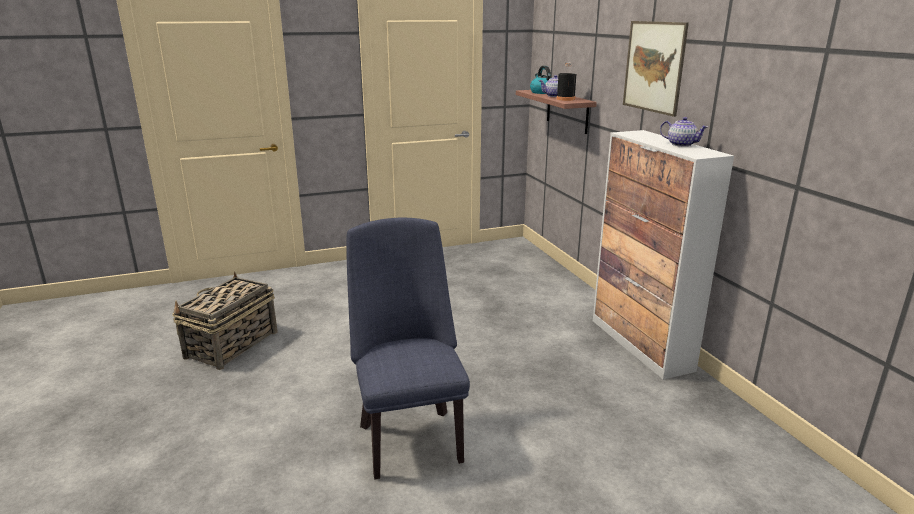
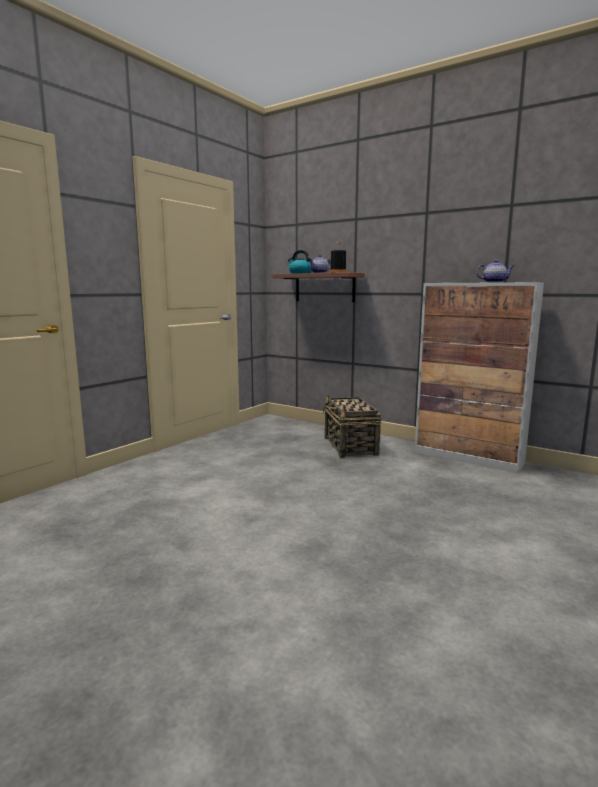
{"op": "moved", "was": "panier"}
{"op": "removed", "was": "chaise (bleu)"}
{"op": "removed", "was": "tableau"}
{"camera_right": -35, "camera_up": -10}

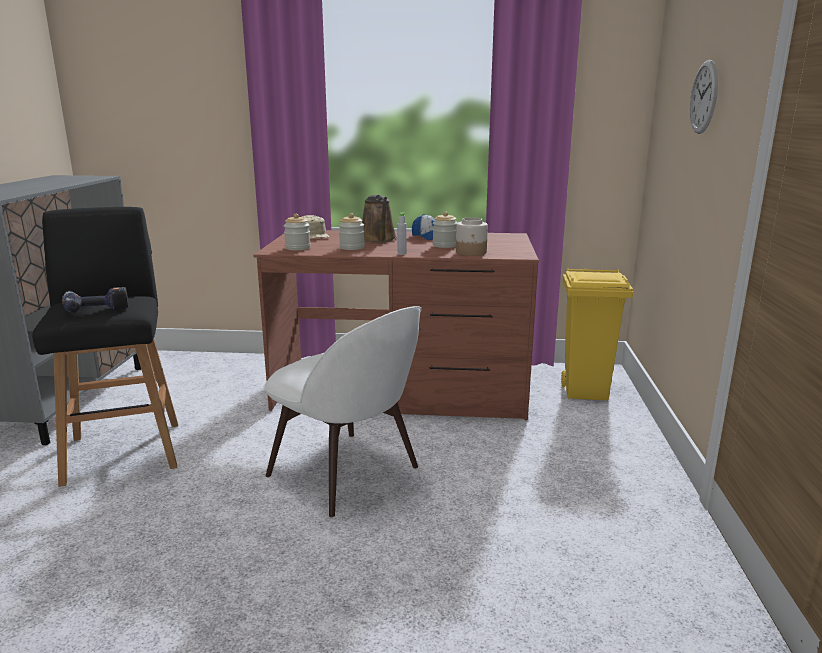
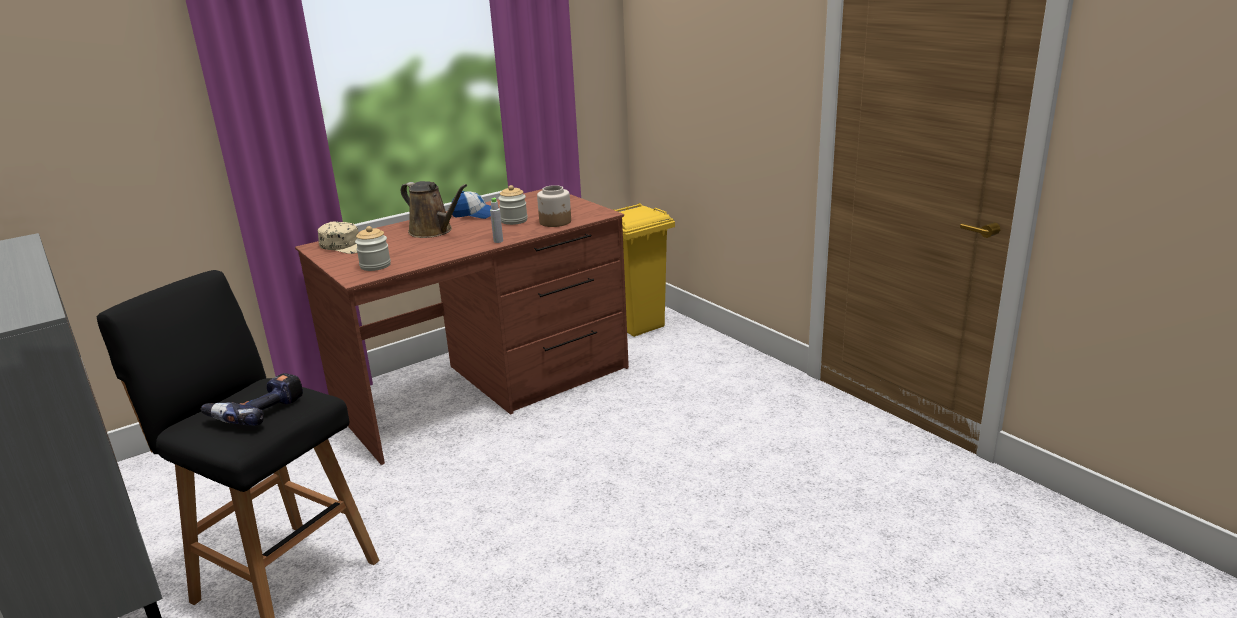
{"op": "removed", "was": "chaise (blanc)"}
{"op": "removed", "was": "bocal (2nd from left)"}
{"op": "removed", "was": "horloge murale"}
{"camera_right": -40, "camera_up": 5}

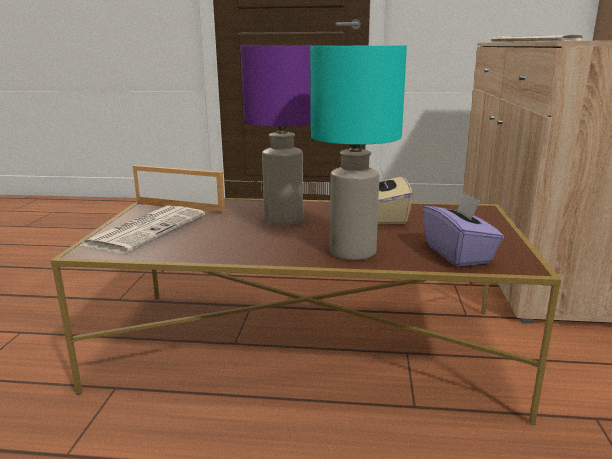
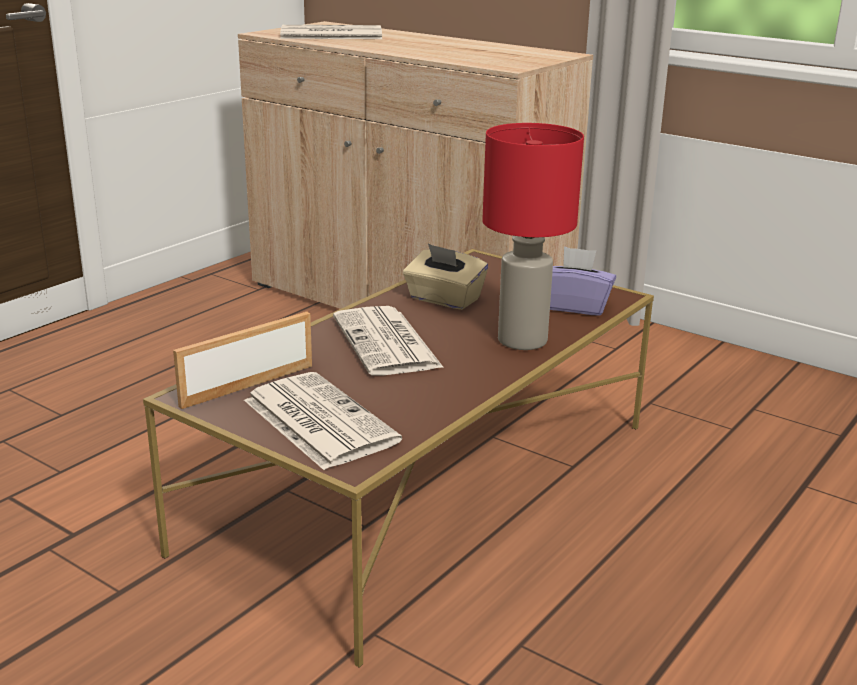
{"op": "replaced", "was": "lampe de table (violet)", "now": "journal (3rd from left)"}
{"op": "recoloured", "was": "lampe de table (turquoise)", "now": "lampe de table (rouge)"}
{"camera_right": -60, "camera_up": 5}

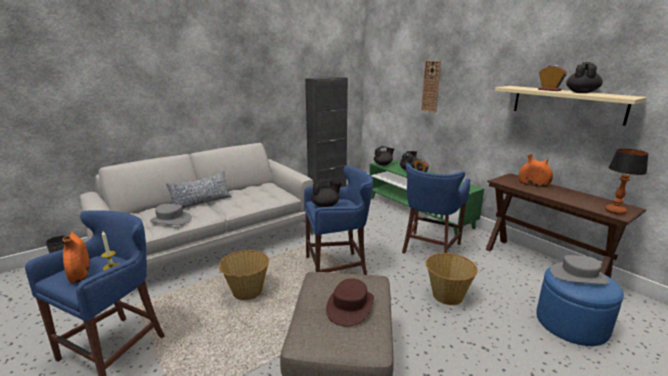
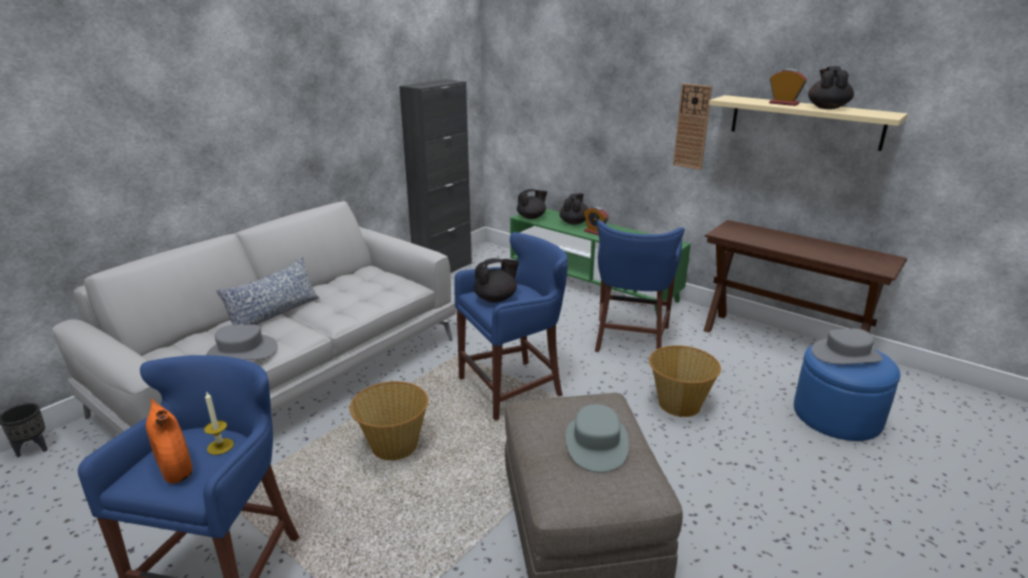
{"op": "recoloured", "was": "chapeau (marron)", "now": "chapeau (gris) (2nd from left)"}
{"op": "moved", "was": "horloge murale"}
{"op": "removed", "was": "vase (orange) (2nd from left)"}
{"op": "removed", "was": "lampe de table"}
{"camera_right": -15, "camera_up": 5}

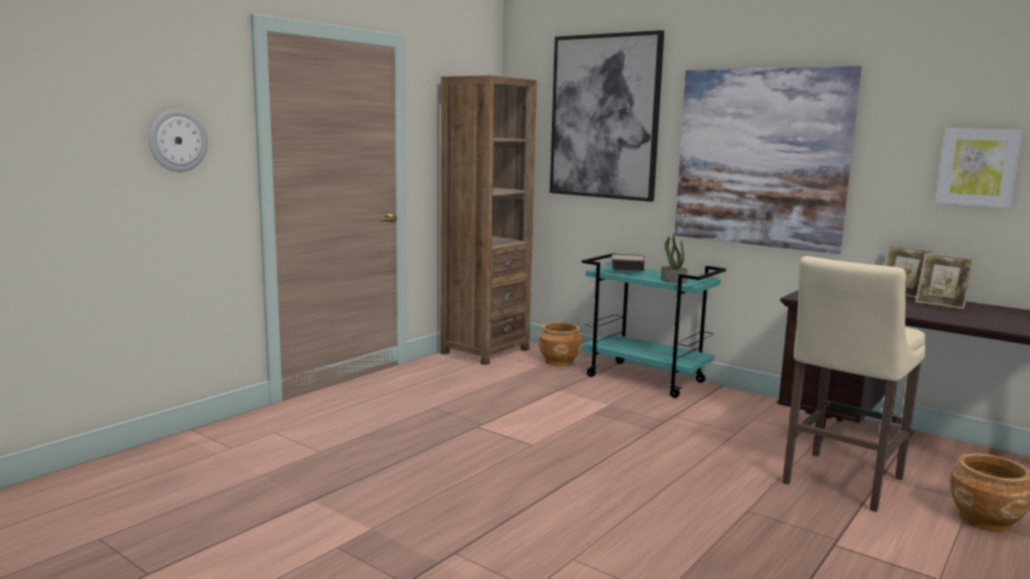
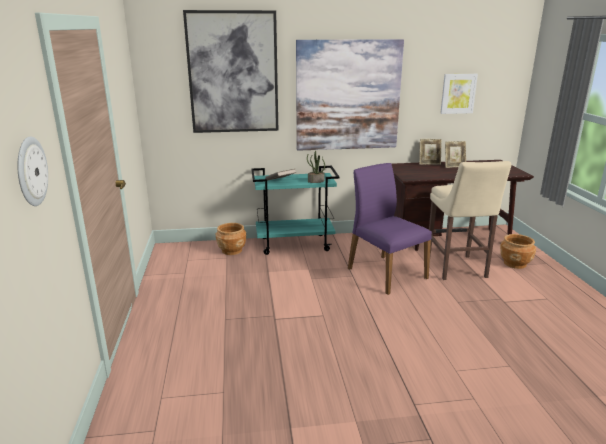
{"op": "added", "now": "chaise (violet)"}
{"op": "removed", "was": "bibliothèque (marron)"}
{"camera_right": -45, "camera_up": 10}

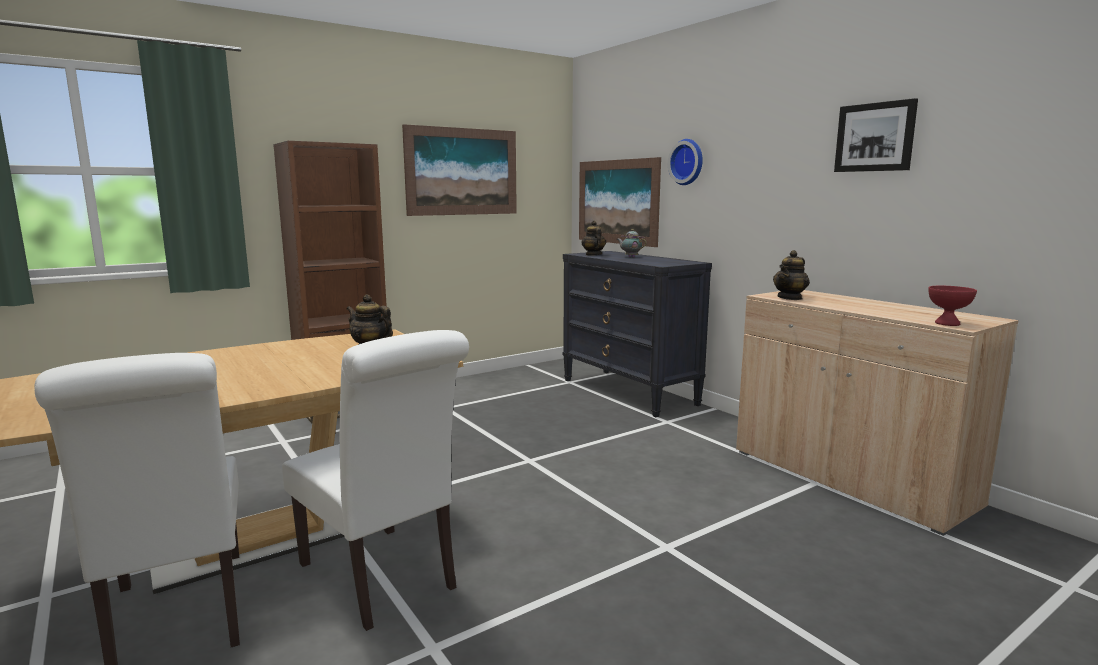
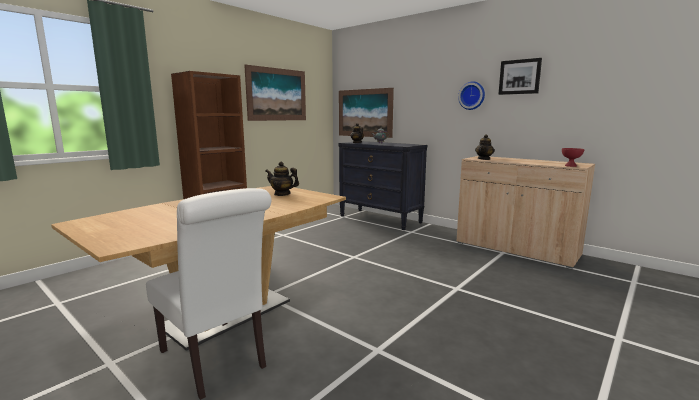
{"op": "moved", "was": "horloge murale"}
{"op": "removed", "was": "chaise (blanc) (2nd from left)"}
{"camera_right": -15, "camera_up": 0}

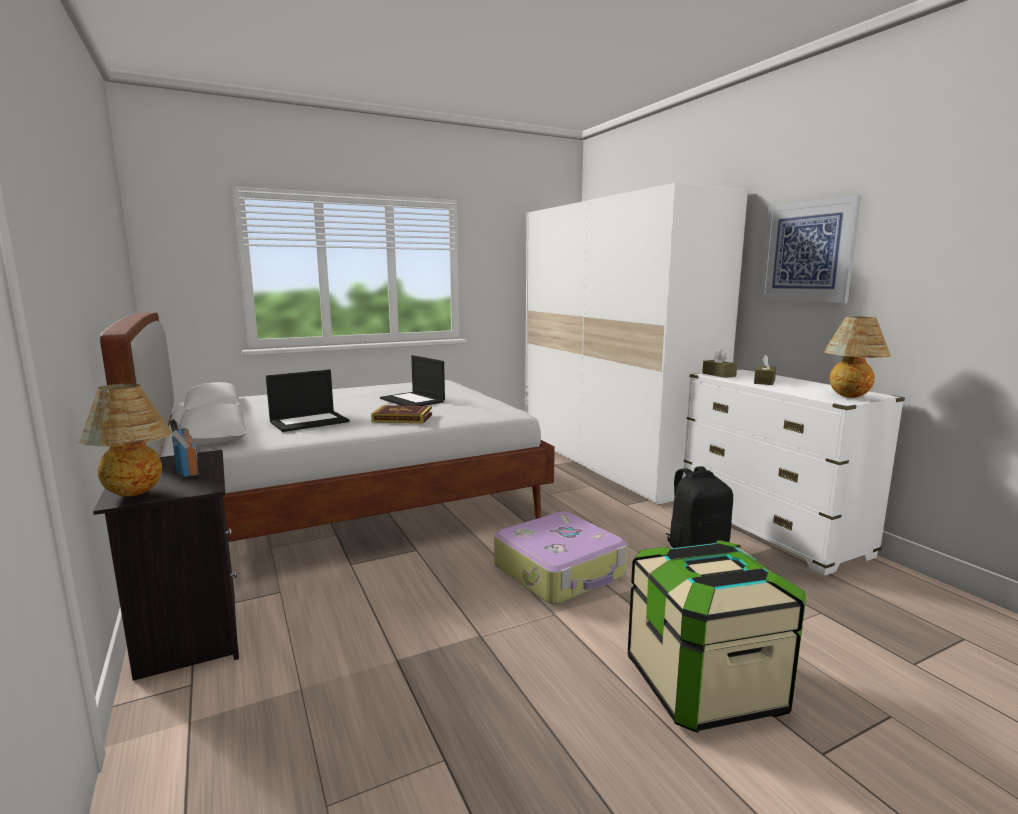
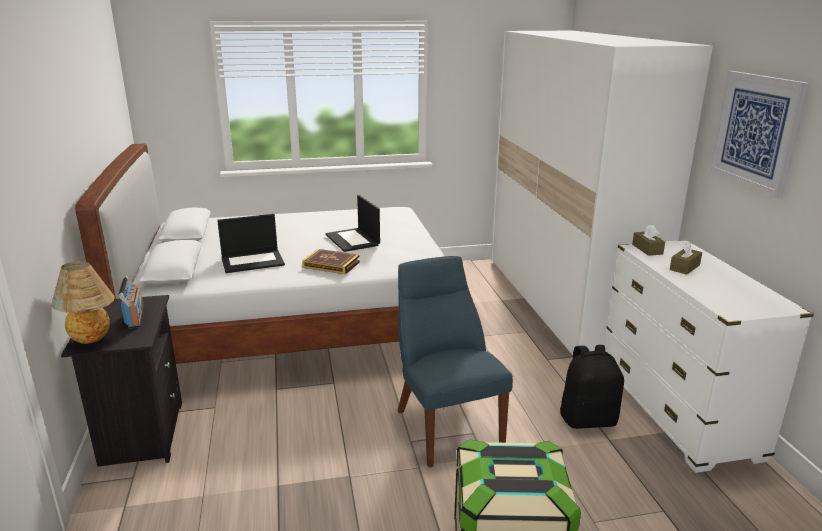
{"op": "replaced", "was": "valise", "now": "chaise (bleu)"}
{"op": "removed", "was": "lampe de table (2nd from left)"}
{"camera_right": 15, "camera_up": 10}

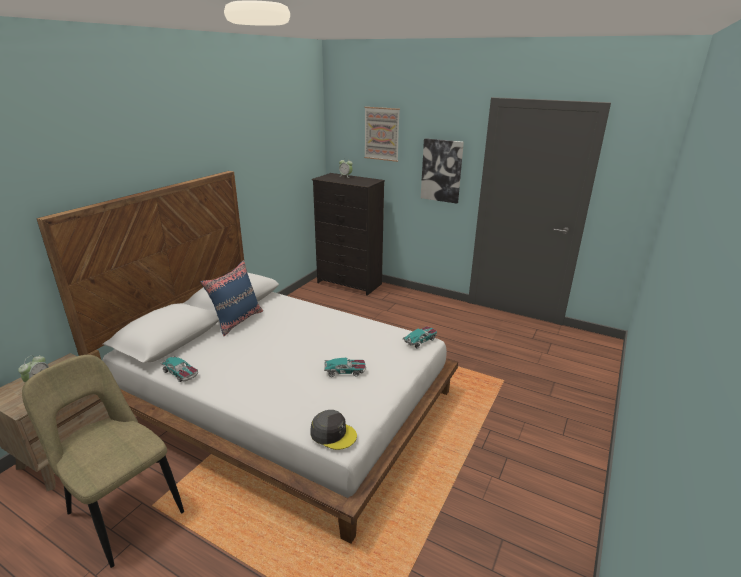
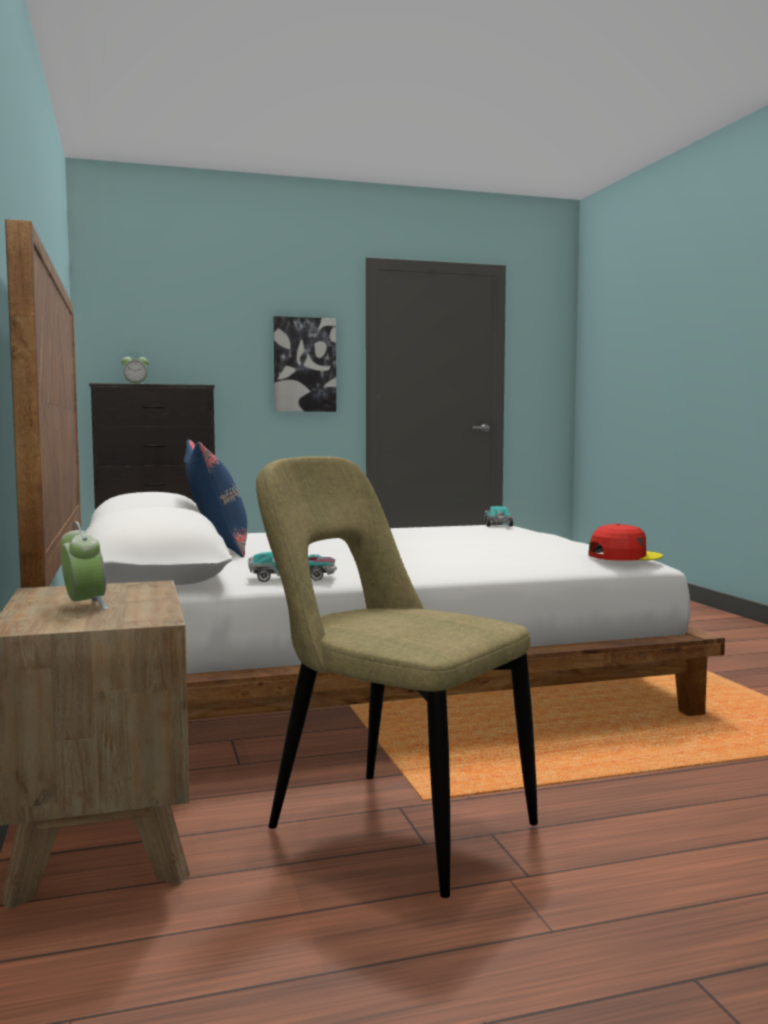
{"op": "turned", "was": "chaise (beige)", "clockwise": 45}
{"op": "recoloured", "was": "casquette (gris)", "now": "casquette (rouge)"}
{"op": "removed", "was": "petite voiture (2nd from left)"}
{"op": "removed", "was": "tableau (1st from left)"}
{"camera_right": -45, "camera_up": -20}

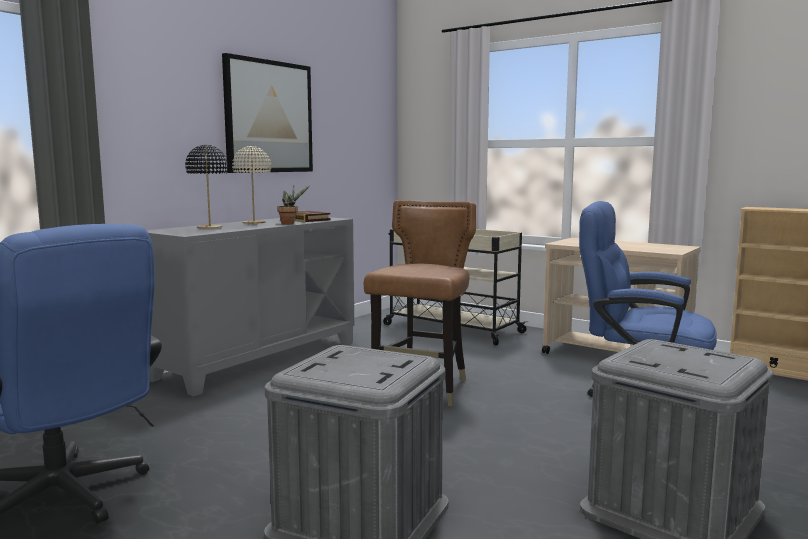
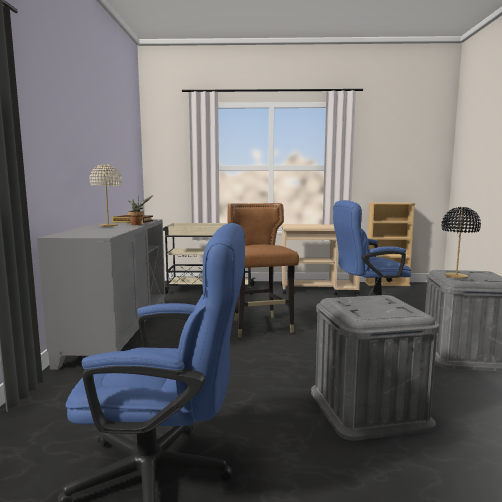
{"op": "moved", "was": "lampe de table (noir)"}
{"op": "removed", "was": "tableau"}
{"camera_right": -35, "camera_up": 0}

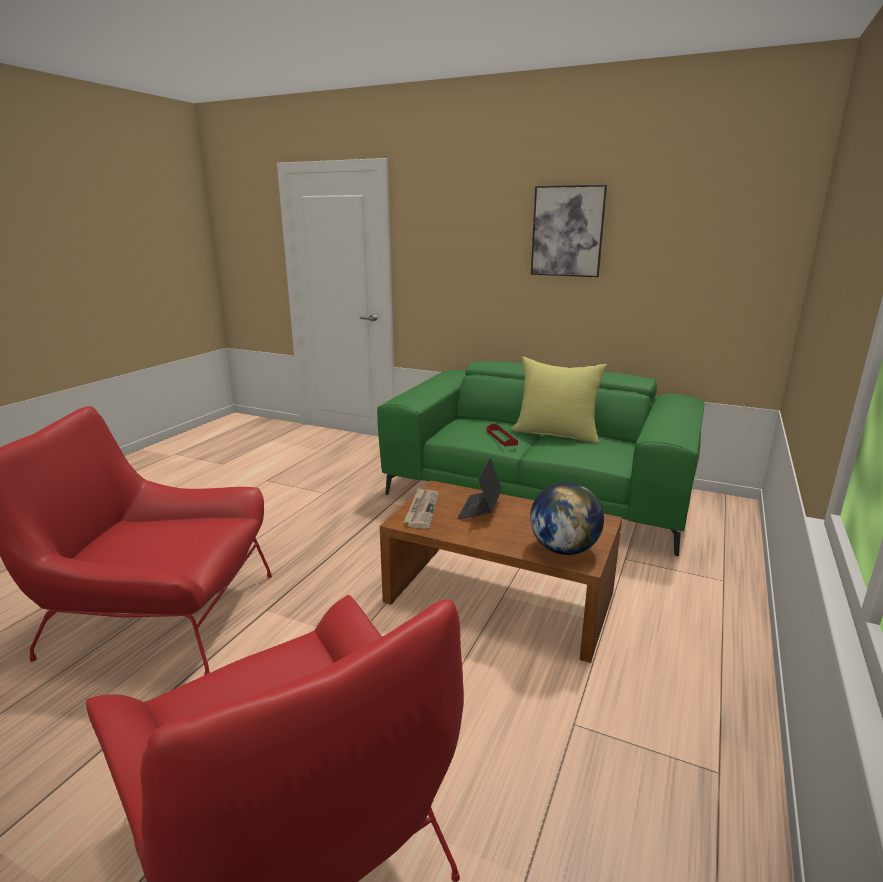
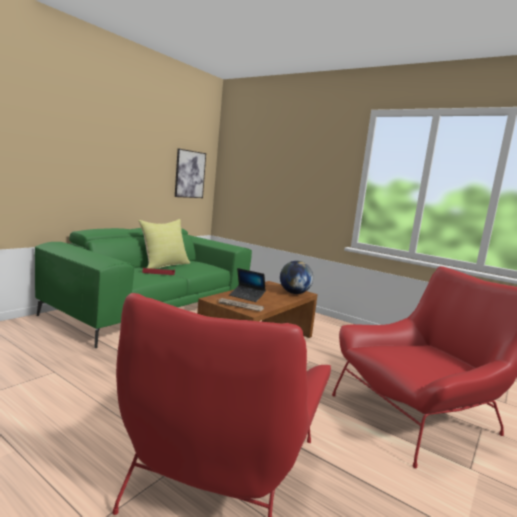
{"op": "moved", "was": "tableau"}
{"camera_right": -80, "camera_up": -10}

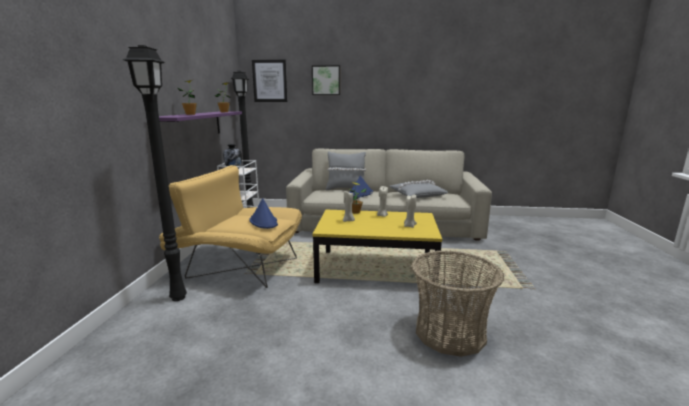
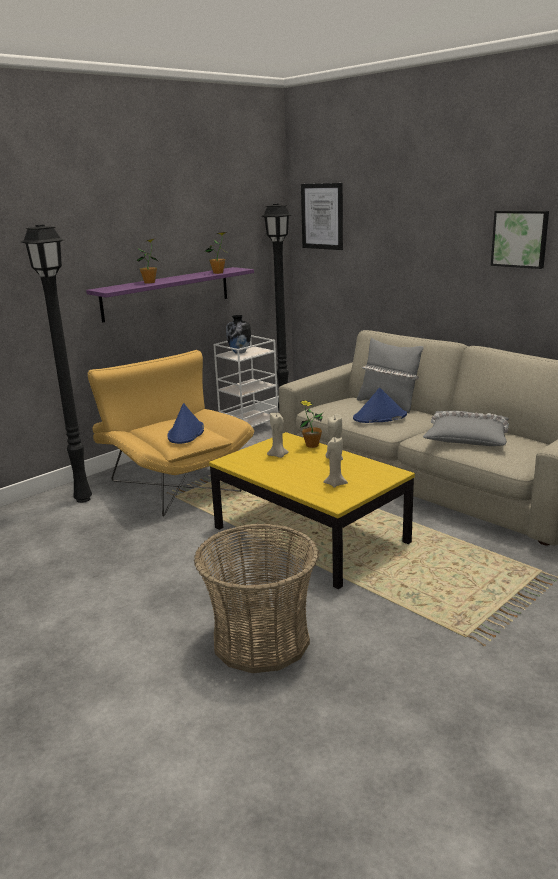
{"op": "moved", "was": "tableau (2nd from left)"}
{"camera_right": 40, "camera_up": 5}

